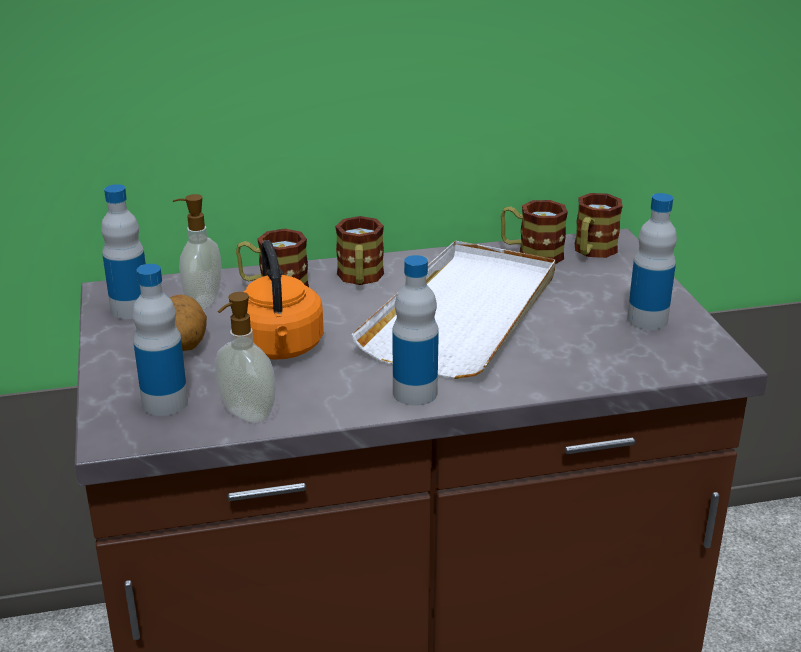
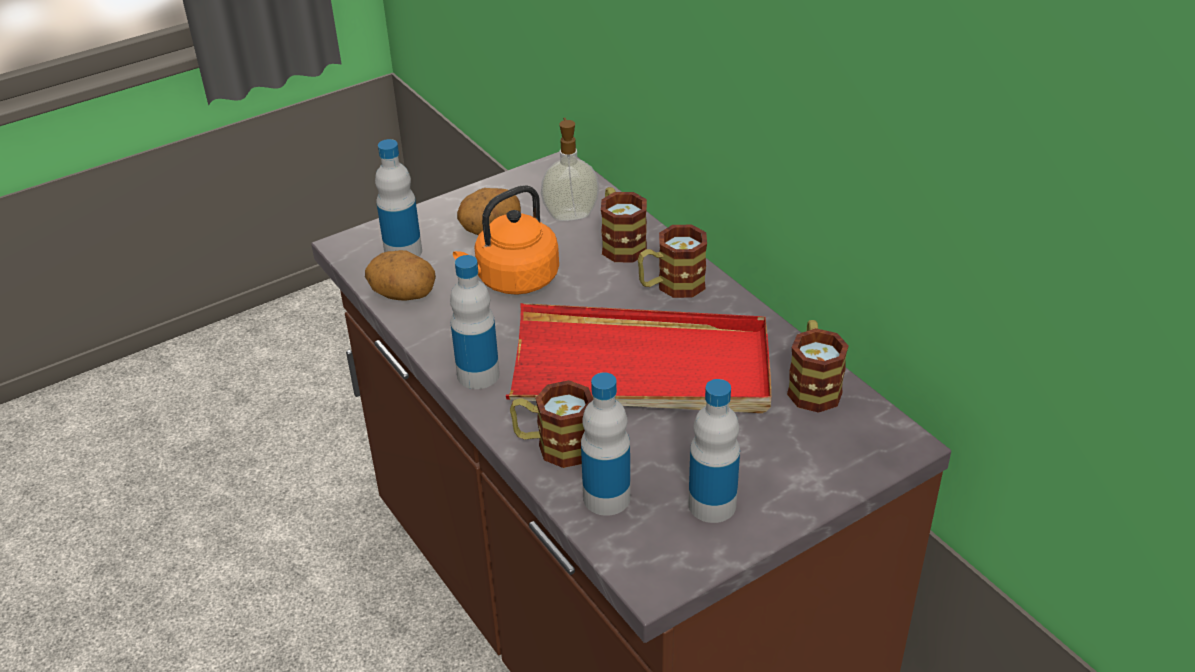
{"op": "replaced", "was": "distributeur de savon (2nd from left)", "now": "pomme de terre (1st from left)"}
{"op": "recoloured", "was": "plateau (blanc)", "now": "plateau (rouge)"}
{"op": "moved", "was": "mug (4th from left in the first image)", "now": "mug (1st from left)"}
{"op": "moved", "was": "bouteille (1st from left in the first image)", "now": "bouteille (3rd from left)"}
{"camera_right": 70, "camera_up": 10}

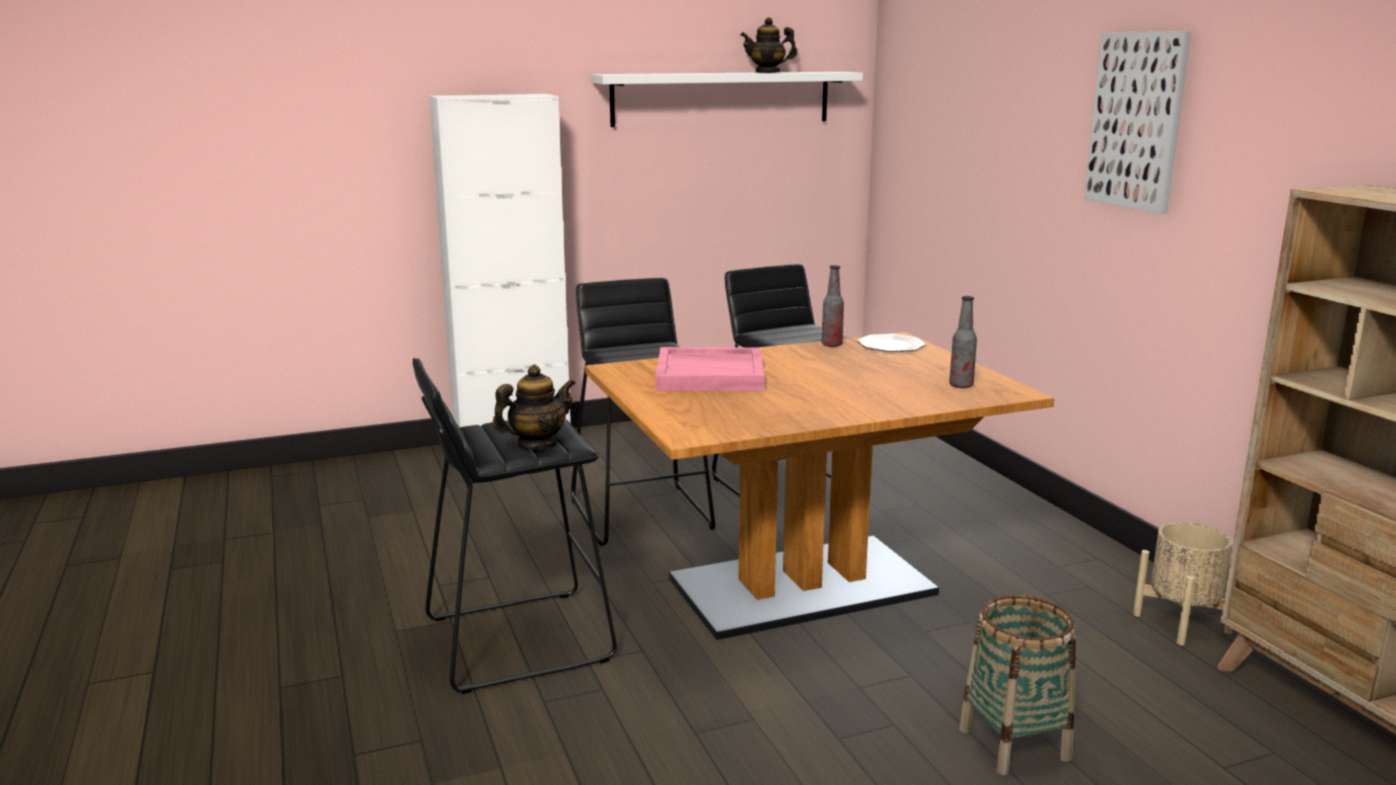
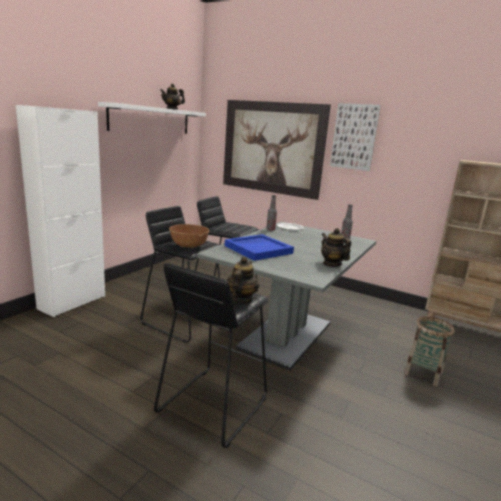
{"op": "added", "now": "bol (marron)"}
{"op": "recoloured", "was": "table à manger (marron)", "now": "table à manger (gris)"}
{"op": "added", "now": "tableau (1st from left)"}
{"op": "recoloured", "was": "plateau (rose)", "now": "plateau (bleu)"}
{"op": "added", "now": "théière (3rd from left)"}
{"op": "removed", "was": "cache-pot (beige)"}
{"camera_right": -40, "camera_up": 0}

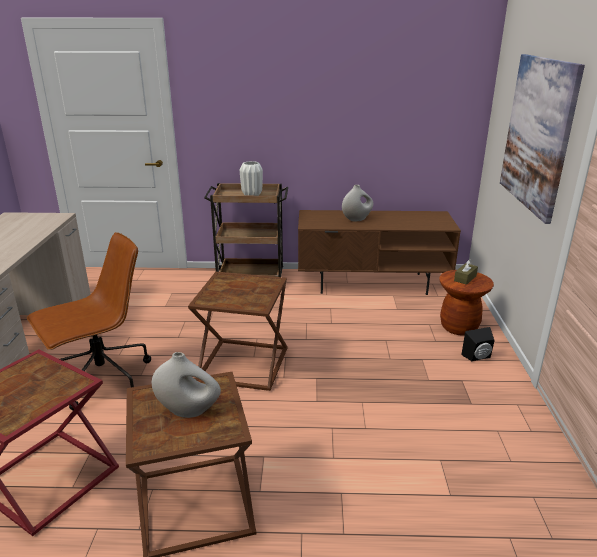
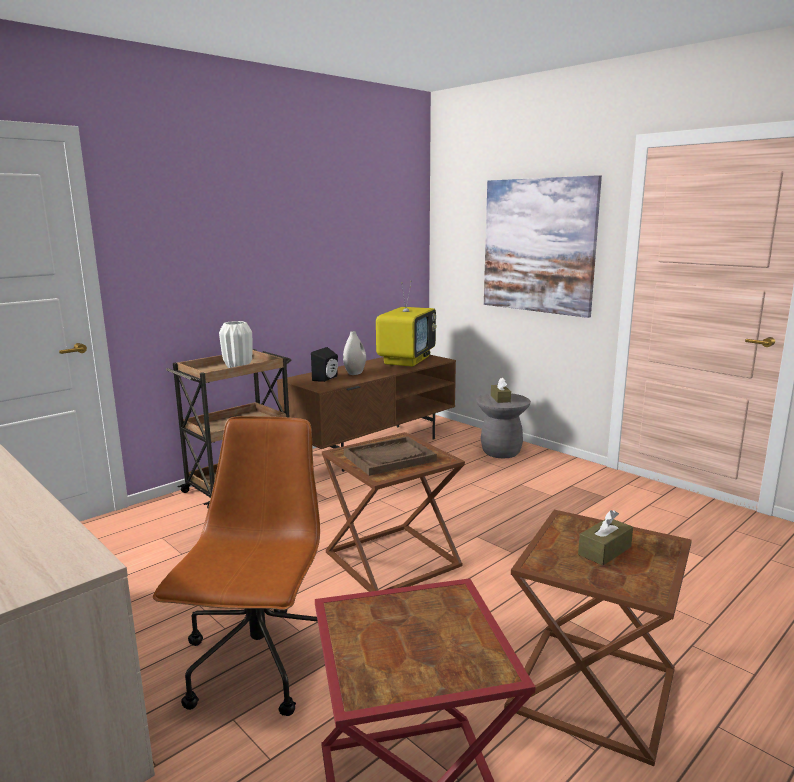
{"op": "moved", "was": "enceinte (noir)"}
{"op": "added", "now": "plateau (marron)"}
{"op": "added", "now": "téléviseur"}
{"op": "recoloured", "was": "tabouret (marron)", "now": "tabouret (gris)"}
{"op": "replaced", "was": "vase (blanc) (1st from left)", "now": "boîte à mouchoirs (marron) (2nd from left)"}
{"camera_right": -45, "camera_up": -10}

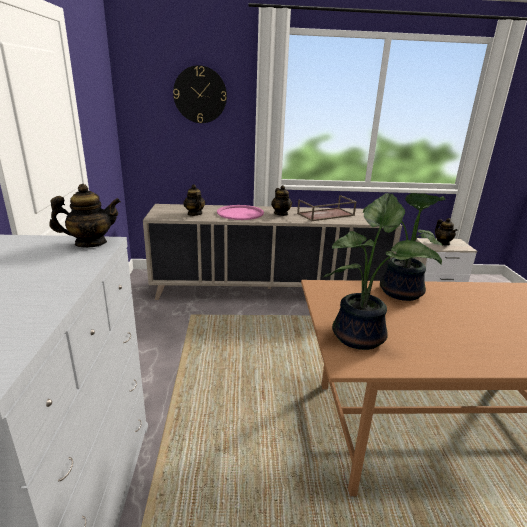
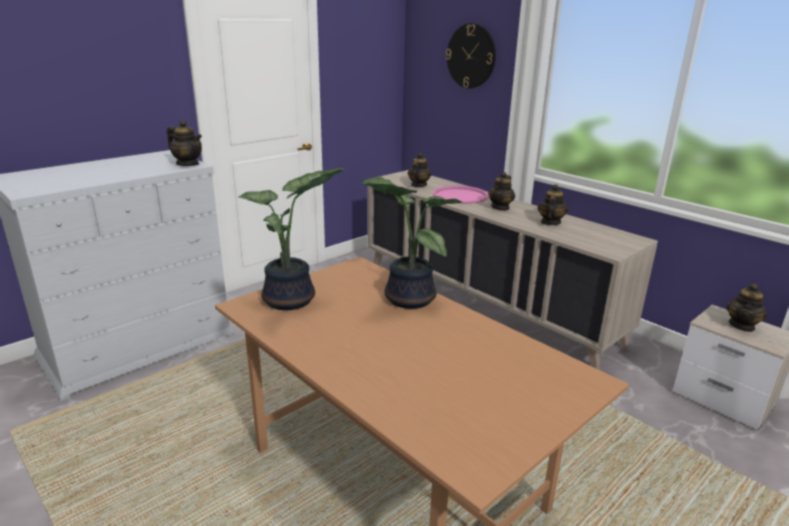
{"op": "replaced", "was": "plateau (marron)", "now": "théière (4th from left)"}
{"camera_right": 50, "camera_up": 0}

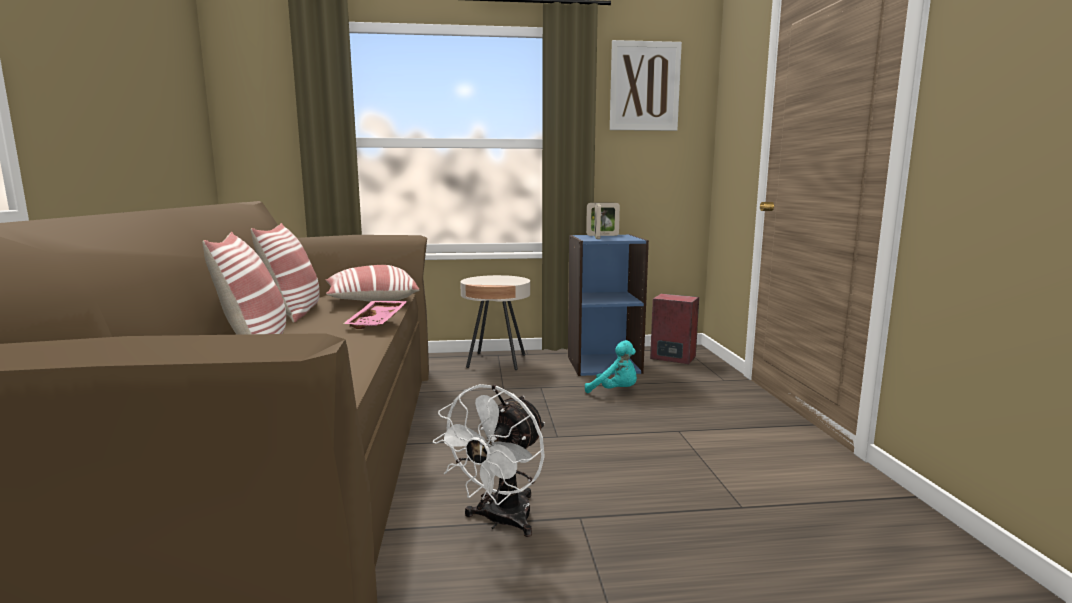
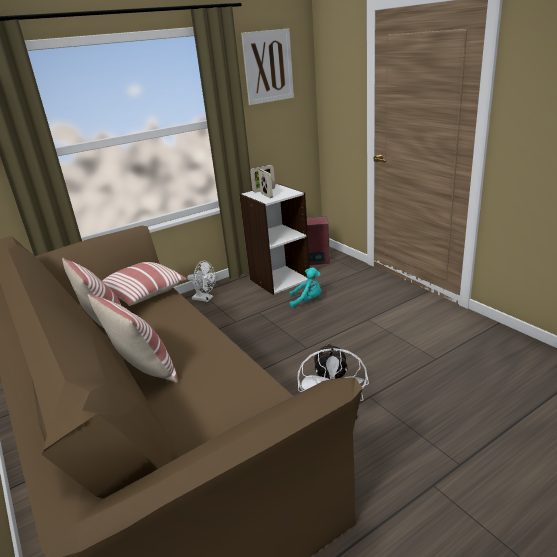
{"op": "replaced", "was": "table d'appoint (beige)", "now": "ventilateur (blanc) (1st from left)"}
{"op": "recoloured", "was": "bibliothèque (bleu)", "now": "bibliothèque (blanc)"}
{"op": "removed", "was": "plateau (rose)"}
{"camera_right": -25, "camera_up": 15}

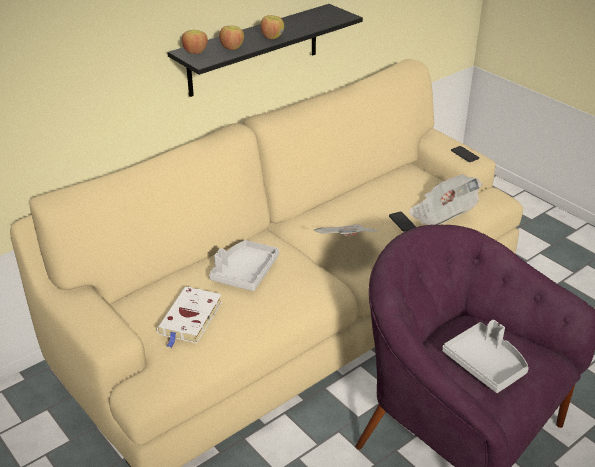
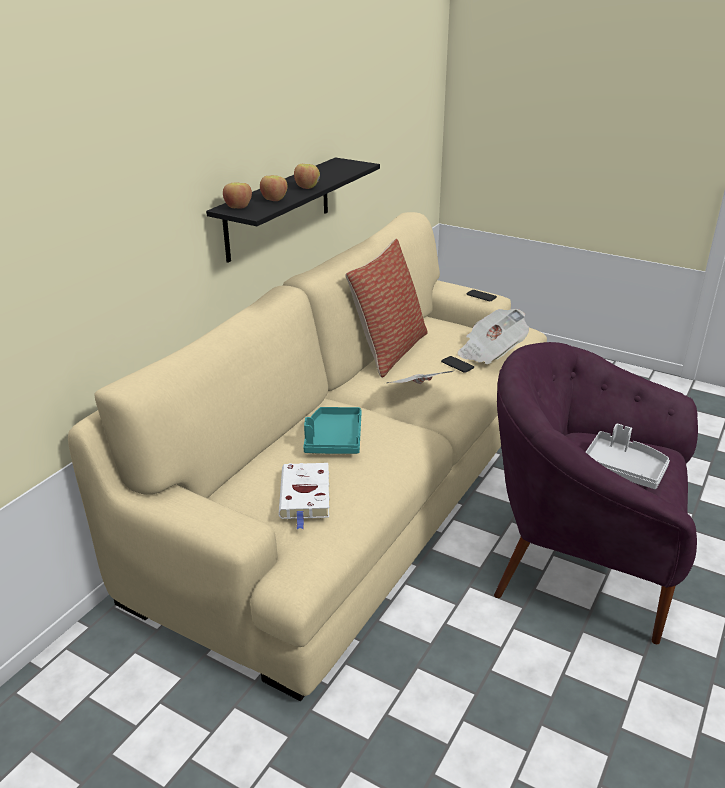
{"op": "recoloured", "was": "plateau (gris) (1st from left)", "now": "plateau (turquoise)"}
{"op": "added", "now": "coussin"}
{"camera_right": -20, "camera_up": -5}

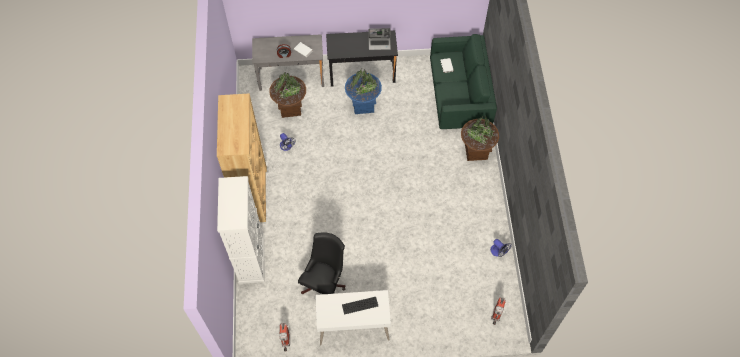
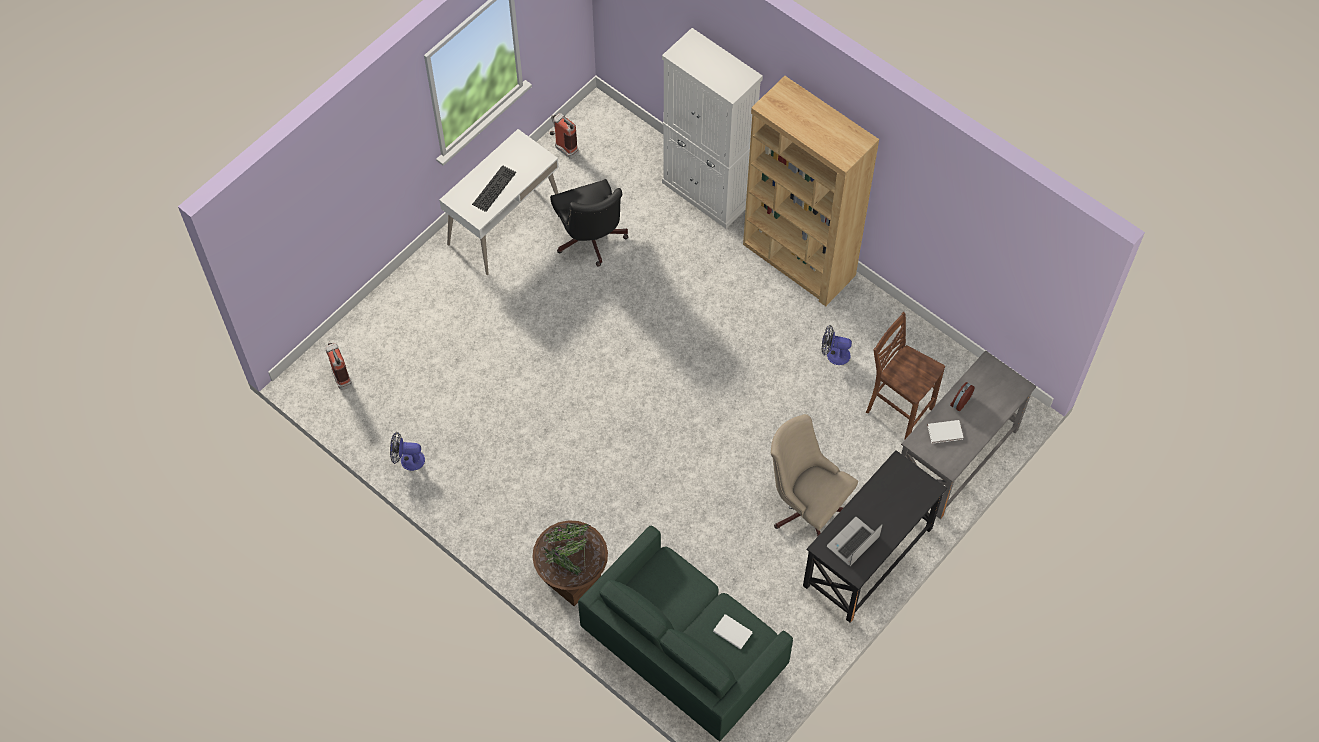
{"op": "replaced", "was": "cache-pot (bleu)", "now": "chaise de bureau (beige)"}
{"op": "replaced", "was": "cache-pot (marron) (1st from left)", "now": "tabouret (marron)"}
{"camera_right": 135, "camera_up": 0}

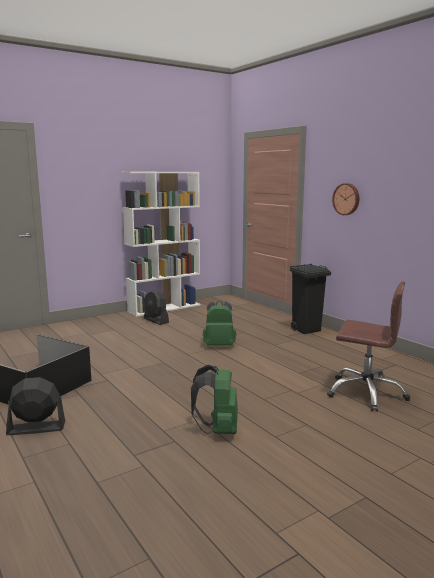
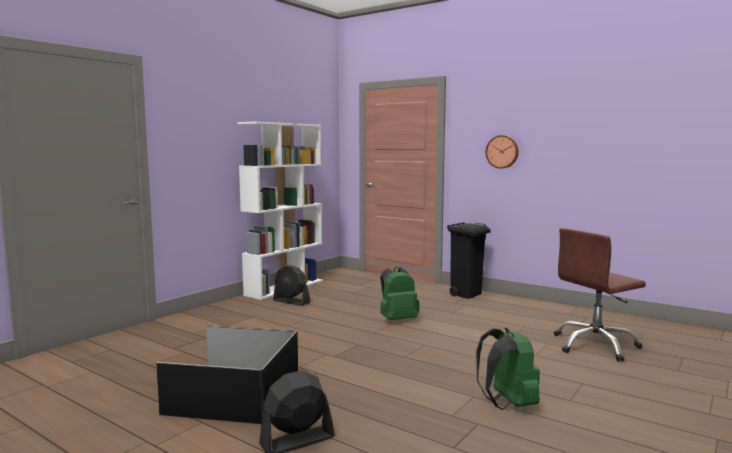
{"op": "turned", "was": "chaise de bureau (marron)", "clockwise": 150}
{"camera_right": -20, "camera_up": -5}

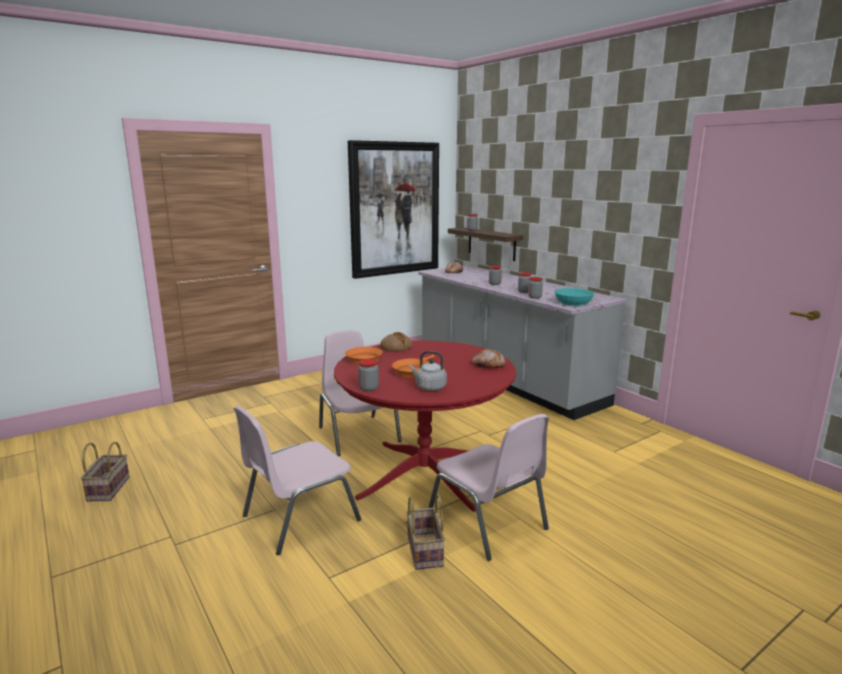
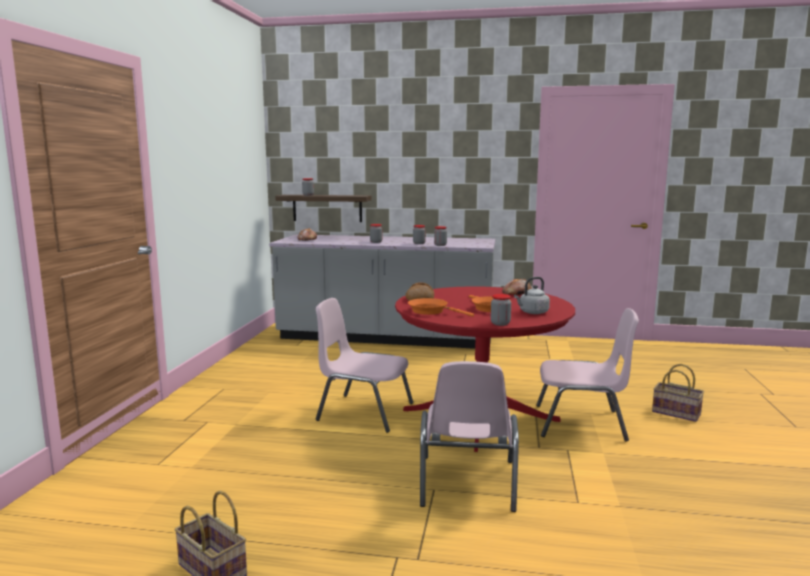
{"op": "moved", "was": "panier (2nd from left)"}
{"op": "removed", "was": "tableau"}
{"op": "removed", "was": "bol (turquoise)"}
{"camera_right": -45, "camera_up": -5}

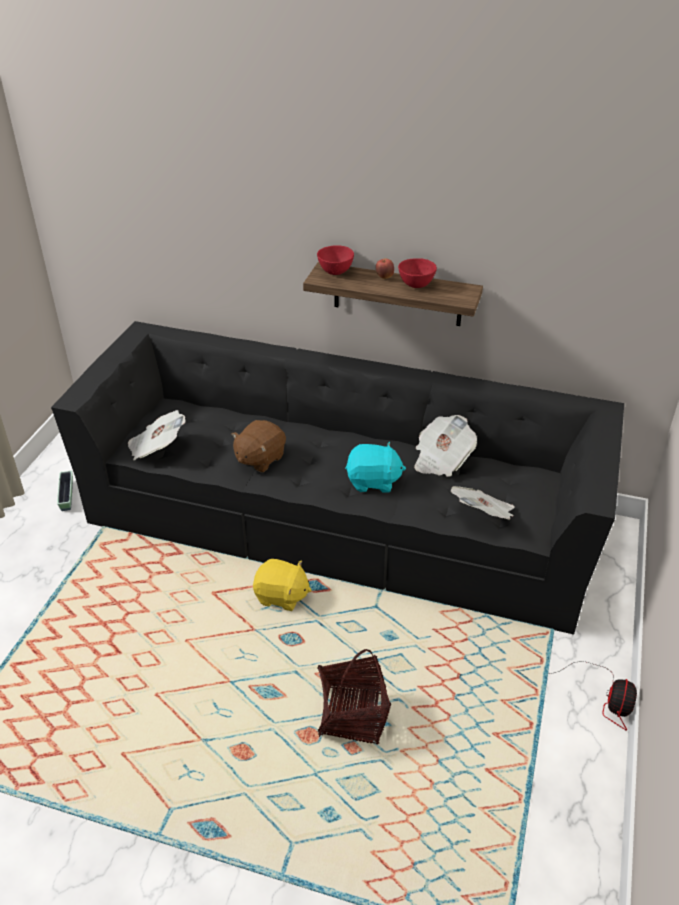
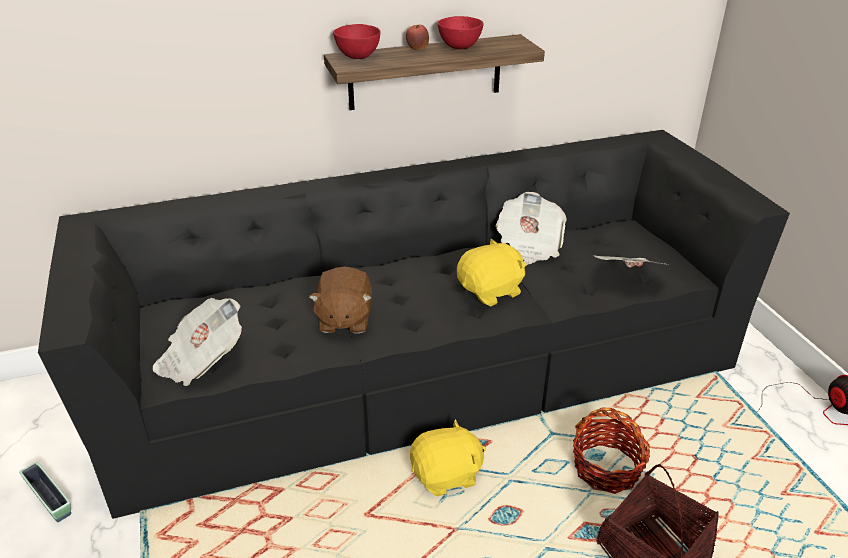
{"op": "recoloured", "was": "peluche (turquoise)", "now": "peluche (jaune) (2nd from left)"}
{"op": "added", "now": "panier (1st from left)"}
{"camera_right": -35, "camera_up": -5}

